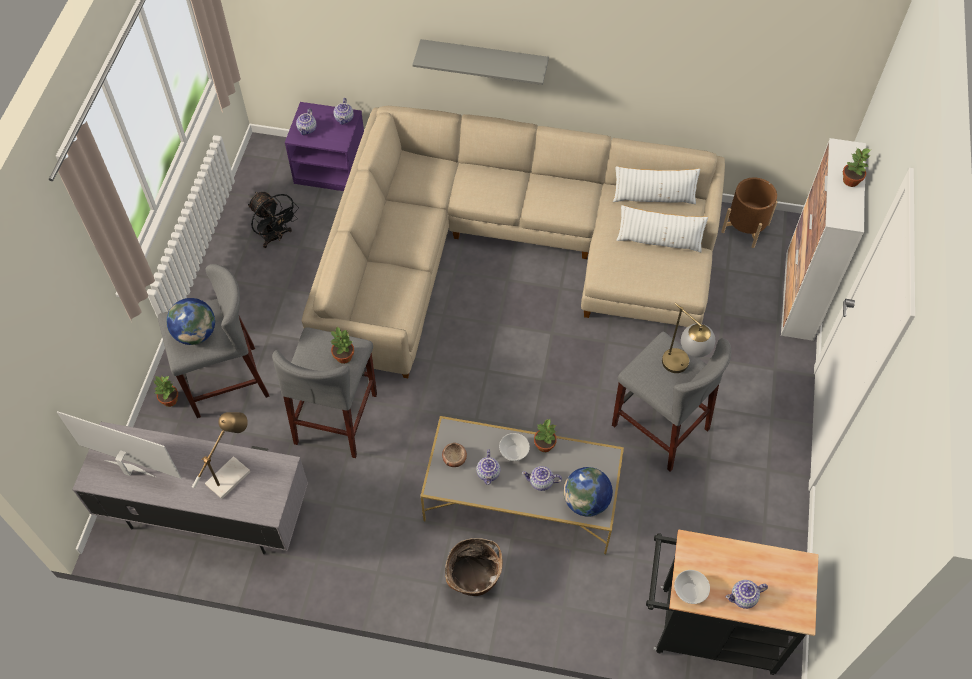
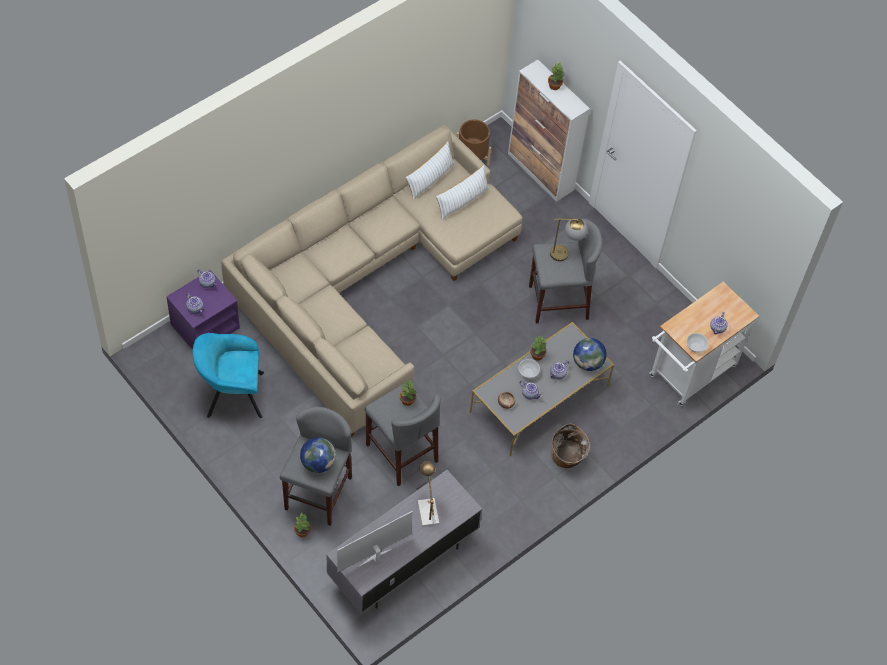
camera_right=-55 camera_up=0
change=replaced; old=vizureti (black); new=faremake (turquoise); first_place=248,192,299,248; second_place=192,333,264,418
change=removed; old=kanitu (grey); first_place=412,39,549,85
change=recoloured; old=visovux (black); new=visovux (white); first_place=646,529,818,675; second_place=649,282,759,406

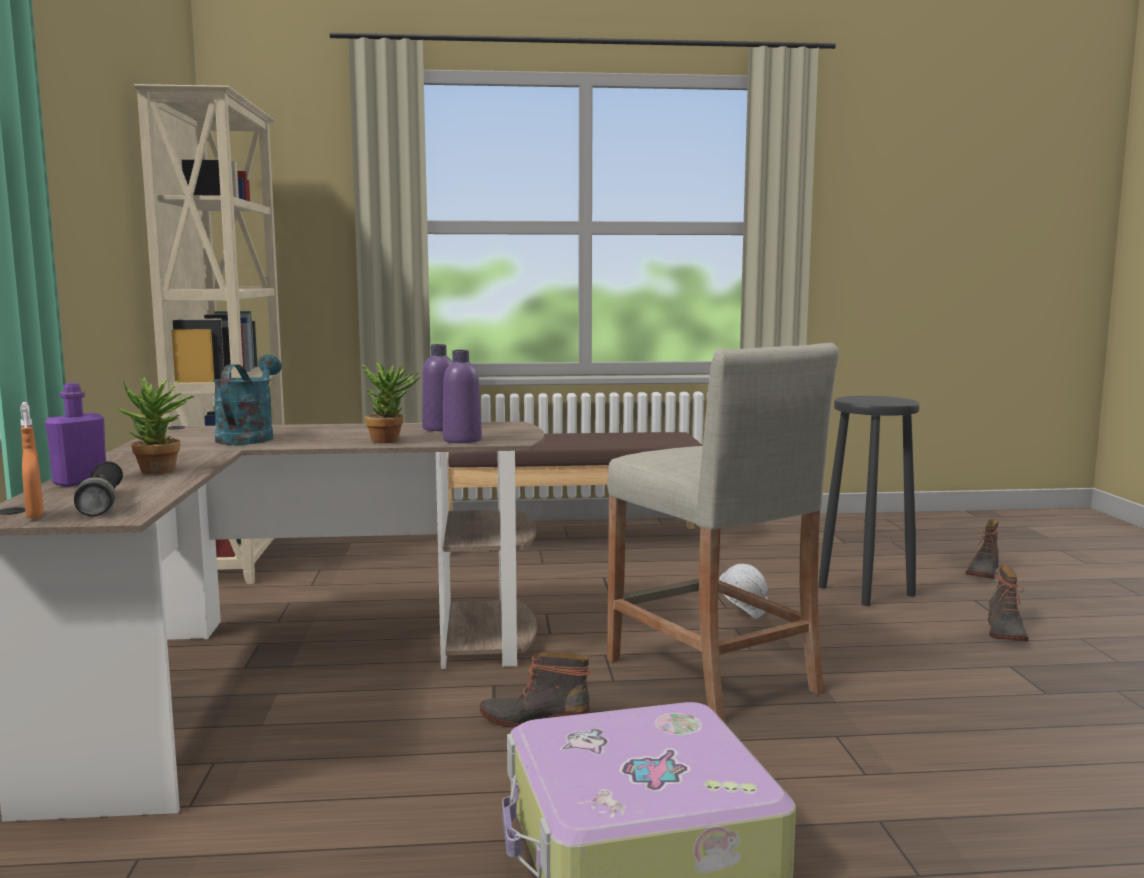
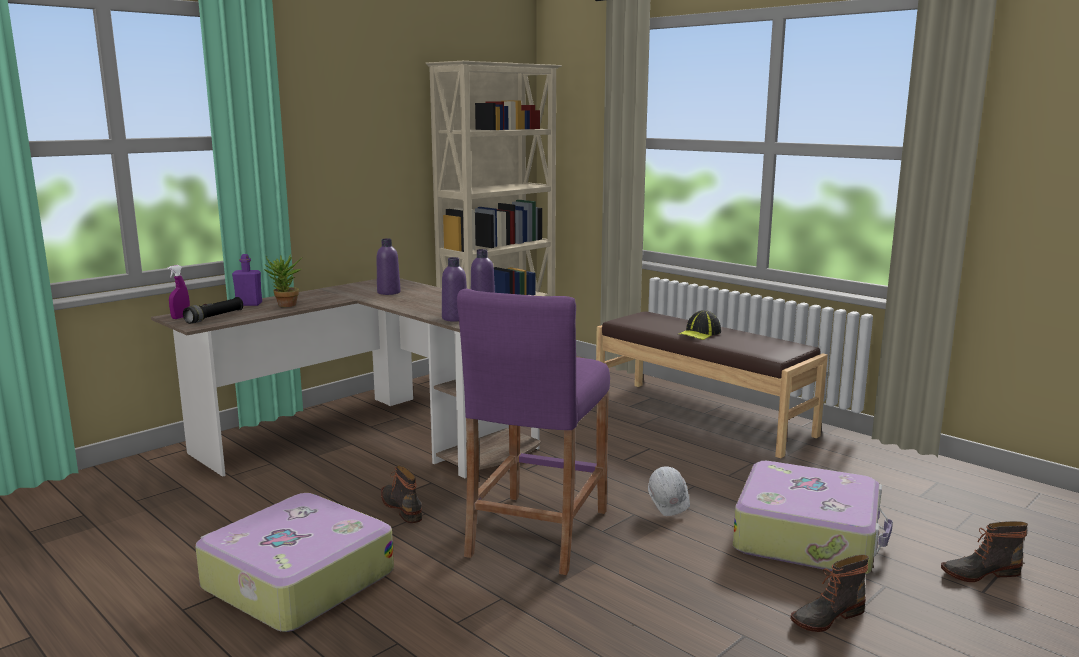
camera_right=50 camera_up=5
change=recoloured; old=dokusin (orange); new=dokusin (purple); first_place=20,402,43,518; second_place=168,265,190,319
change=replaced; old=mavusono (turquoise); new=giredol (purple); first_place=213,355,281,445; second_place=377,239,401,295
change=removed; old=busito; first_place=360,363,420,443
change=recoloured; old=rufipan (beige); new=rufipan (purple); first_place=607,343,839,723; second_place=457,288,610,575
change=replaced; old=rufipan (black); new=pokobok; first_place=818,396,920,606; second_place=733,461,893,575
change=added; new=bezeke; second_place=677,310,721,340

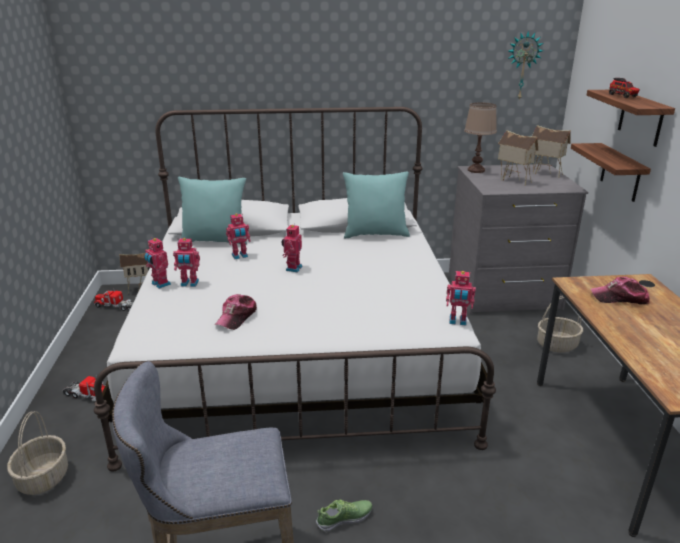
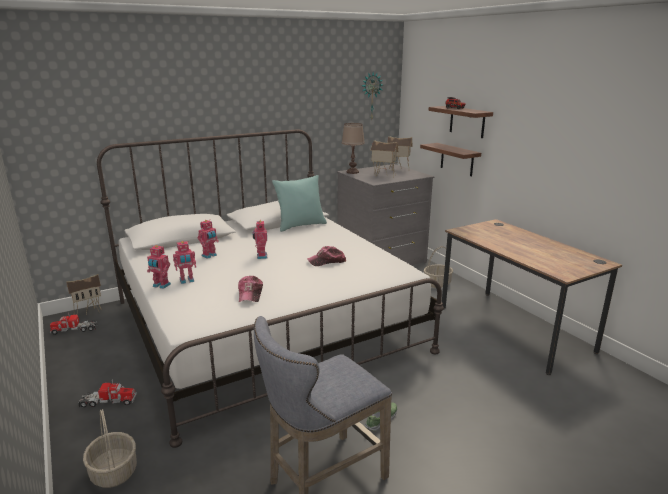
camera_right=-25 camera_up=-5
change=removed; old=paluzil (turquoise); first_place=178,177,247,245
change=removed; old=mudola; first_place=446,271,476,325
change=moved; old=bezeke; first_place=591,277,650,305; second_place=307,246,346,266

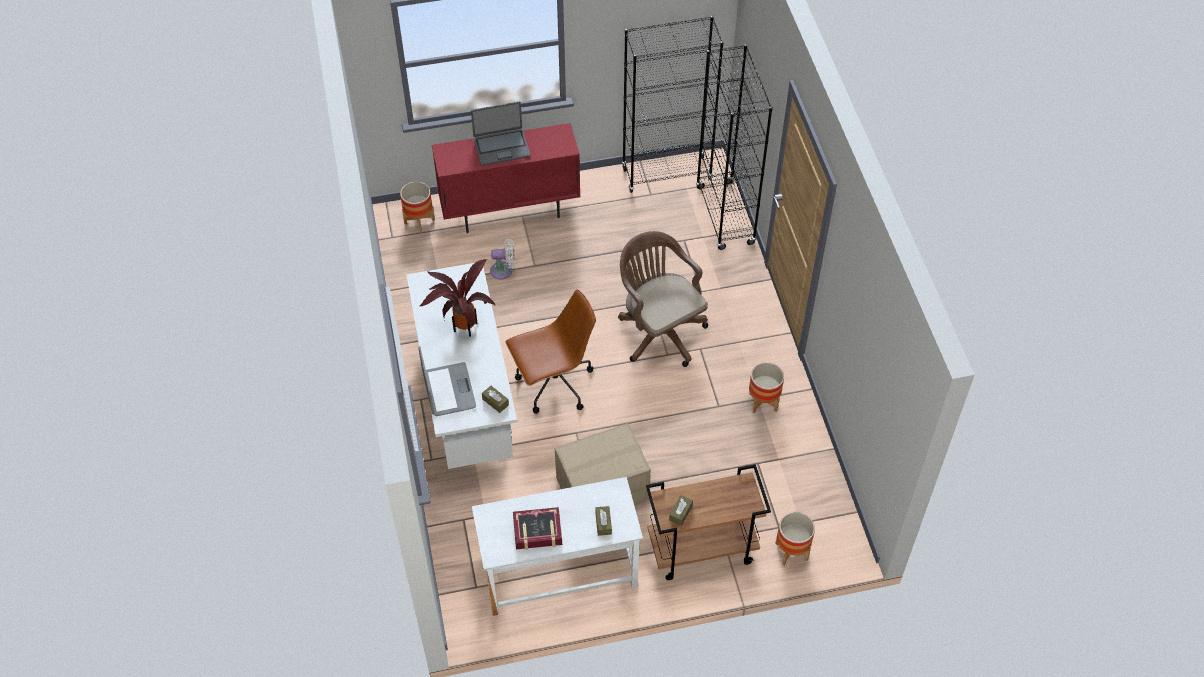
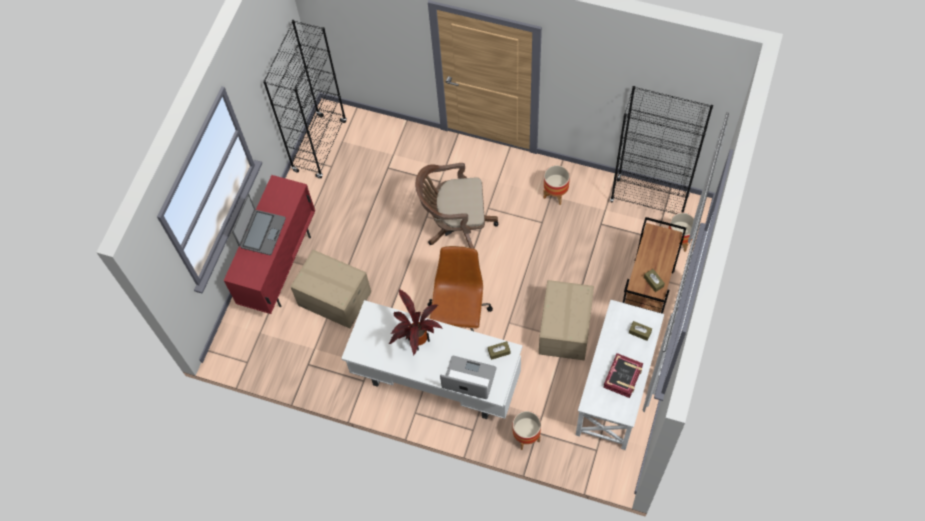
camera_right=-55 camera_up=10
change=moved; old=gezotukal; first_place=400,182,435,233; second_place=513,411,541,450
change=replaced; old=vizureti (white); new=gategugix; first_place=490,239,515,279; second_place=290,250,371,328
change=moved; old=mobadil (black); first_place=696,44,773,250; second_place=610,86,713,214

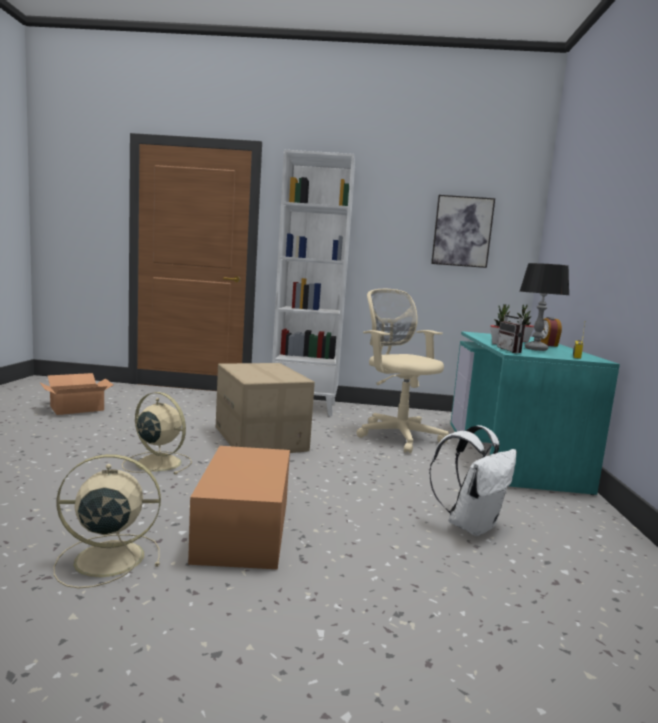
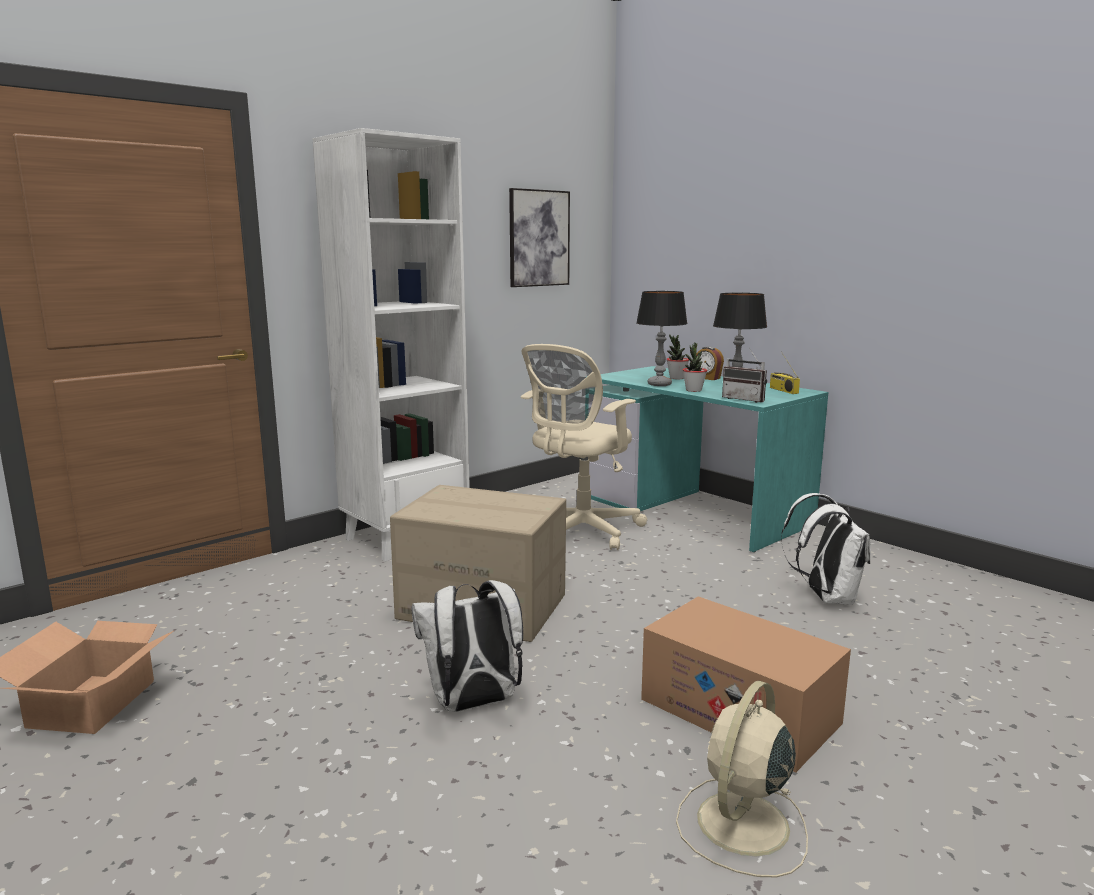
camera_right=-45 camera_up=5
change=replaced; old=vizureti (beige); new=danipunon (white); first_place=122,392,192,475; second_place=411,580,523,712
change=turned; old=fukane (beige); first_place=356,289,449,454; second_place=521,344,647,550; degrees=-60
change=added; new=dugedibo; second_place=636,291,688,386

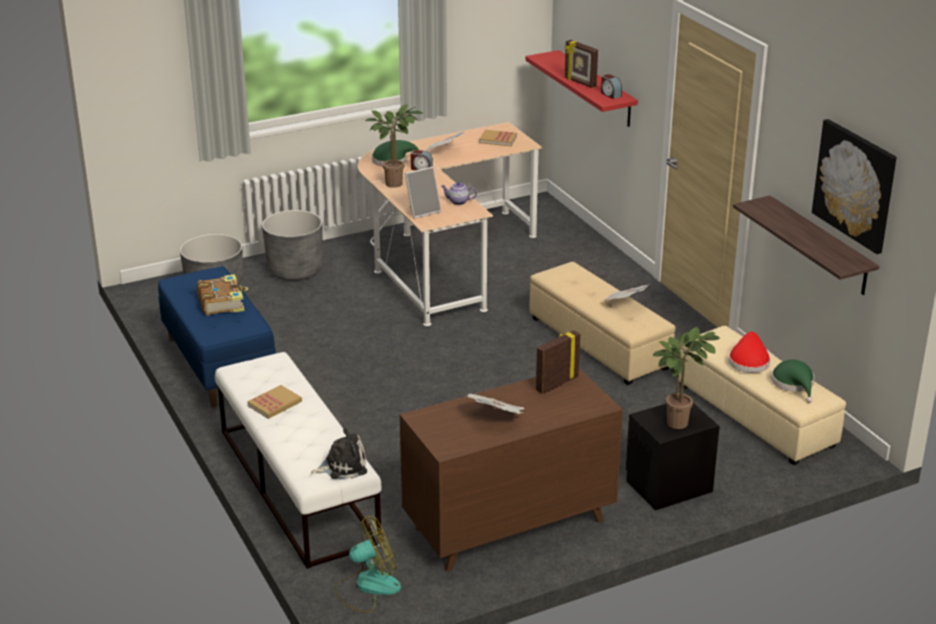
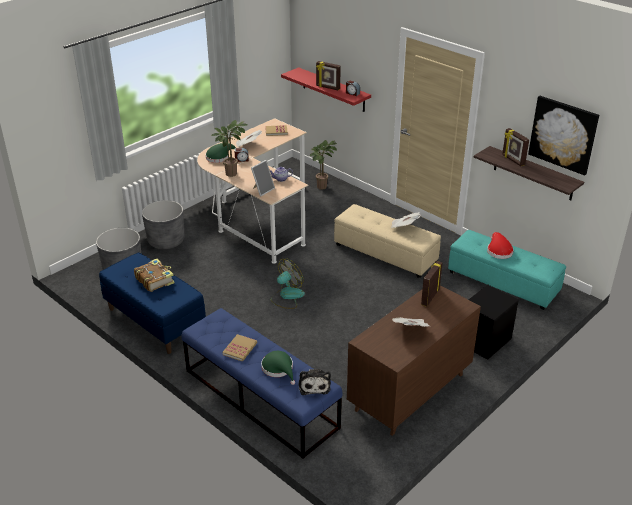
camera_right=-20 camera_up=5
change=recoloured; old=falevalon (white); new=falevalon (blue); first_place=215,352,382,569; second_place=182,308,343,459
change=turned; old=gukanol; first_place=311,428,367,479; second_place=299,369,331,395; degrees=120
change=moved; old=vizureti; first_place=334,516,401,613; second_place=271,258,305,309
change=moved; old=busito; first_place=652,327,720,429; second_place=310,140,337,190
change=recoloured; old=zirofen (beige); new=zirofen (turquoise); first_place=679,326,846,465; second_place=448,230,566,310
change=moved; old=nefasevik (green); first_place=771,360,814,403; second_place=261,351,295,385
change=added; new=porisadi; second_place=502,128,529,166

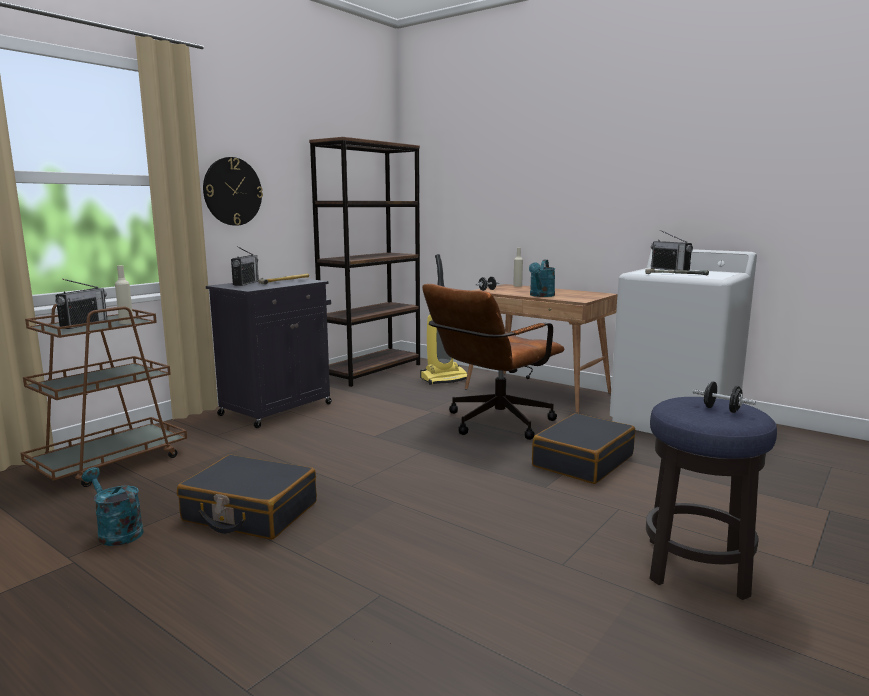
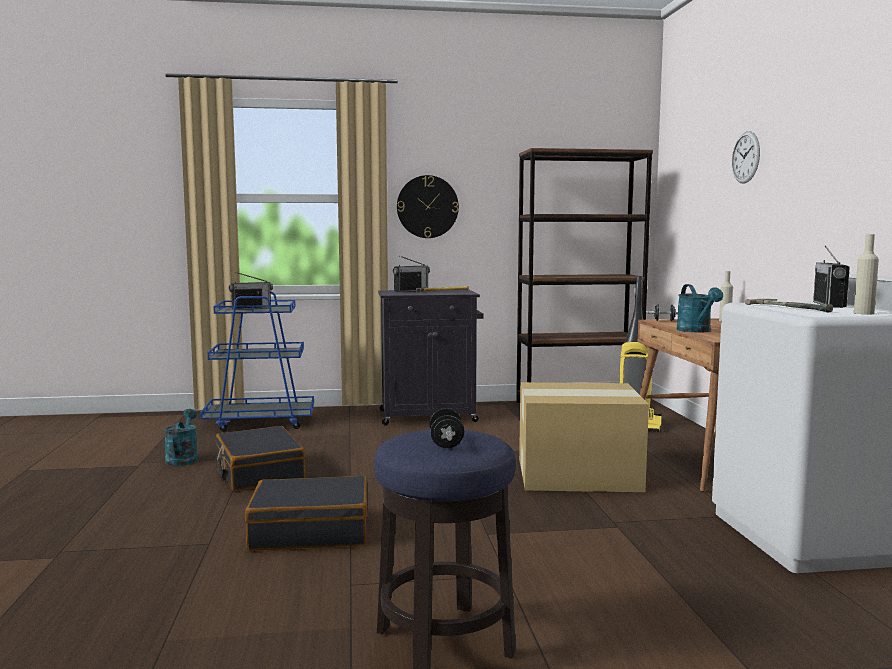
camera_right=45 camera_up=-5
change=recoloured; old=visovux (brown); new=visovux (blue); first_place=21,304,187,487; second_place=200,291,314,432
change=moved; old=giredol (beige); first_place=115,265,133,324; second_place=854,234,879,314
change=replaced; old=fukane (brown); new=gategugix; first_place=422,284,564,440; second_place=519,382,649,492
change=turned; old=mavusono (turquoise); first_place=529,260,555,297; second_place=677,284,723,333; degrees=-75
change=moved; old=pokobok (black); first_place=532,413,635,484; second_place=245,476,368,550
change=added; new=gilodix; second_place=732,131,760,184

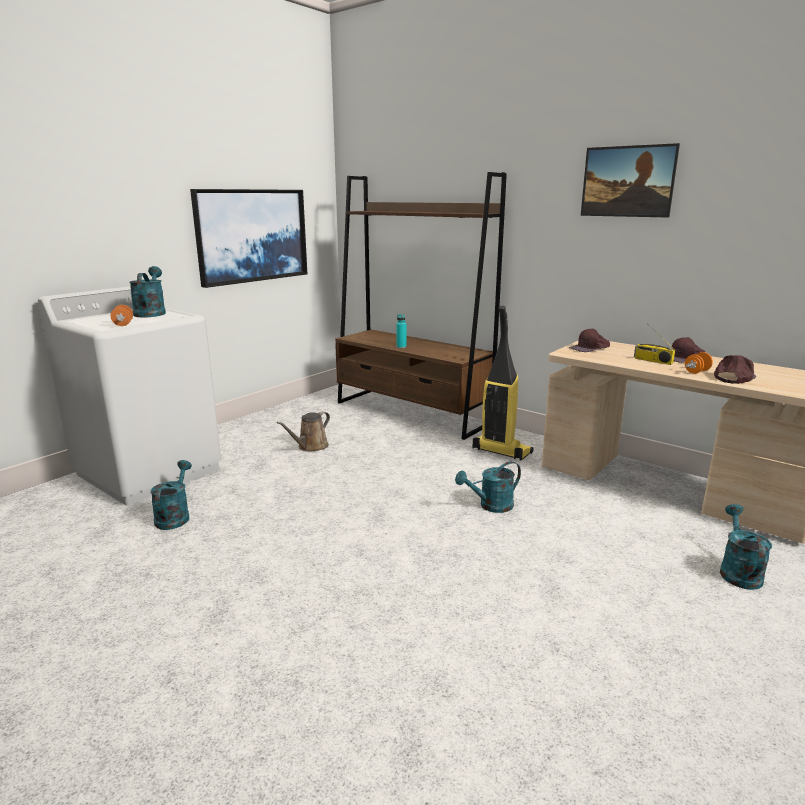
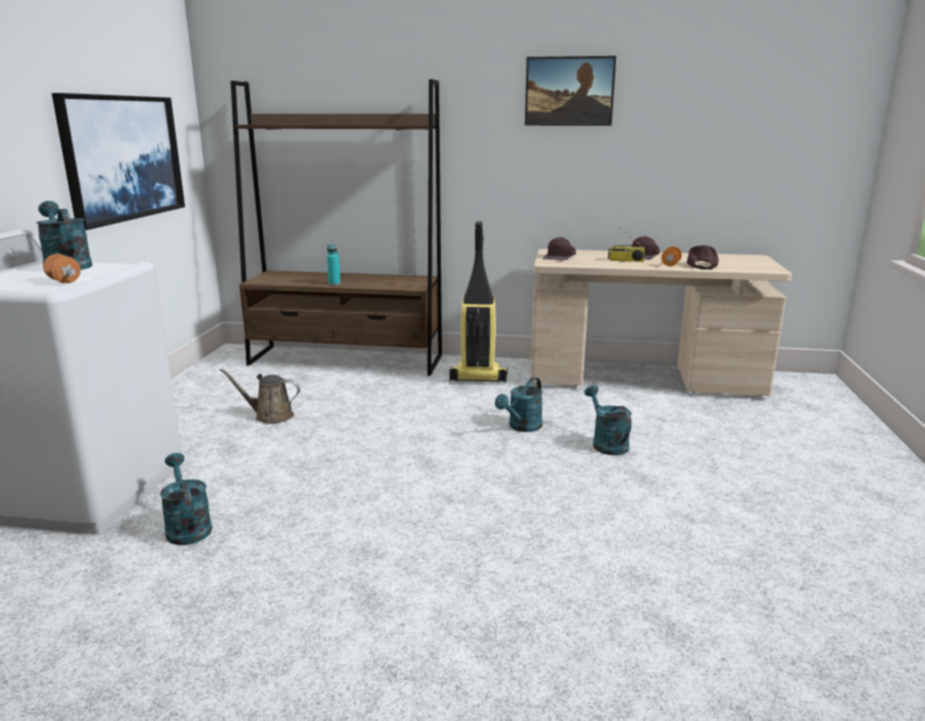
camera_right=-30 camera_up=0
change=turned; old=mavusono (brown); first_place=277,411,330,452; second_place=220,368,301,424; degrees=90
change=moved; old=mavusono (turquoise); first_place=720,504,772,590; second_place=584,385,632,455

